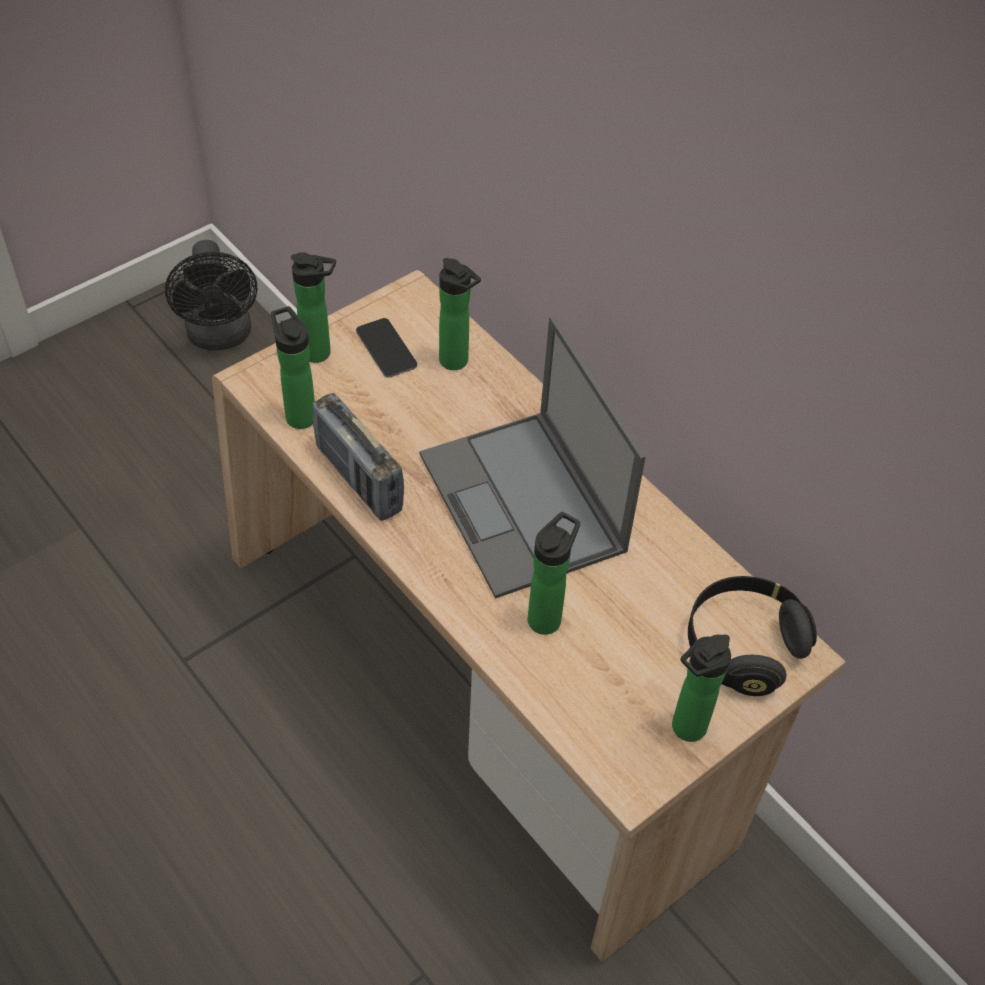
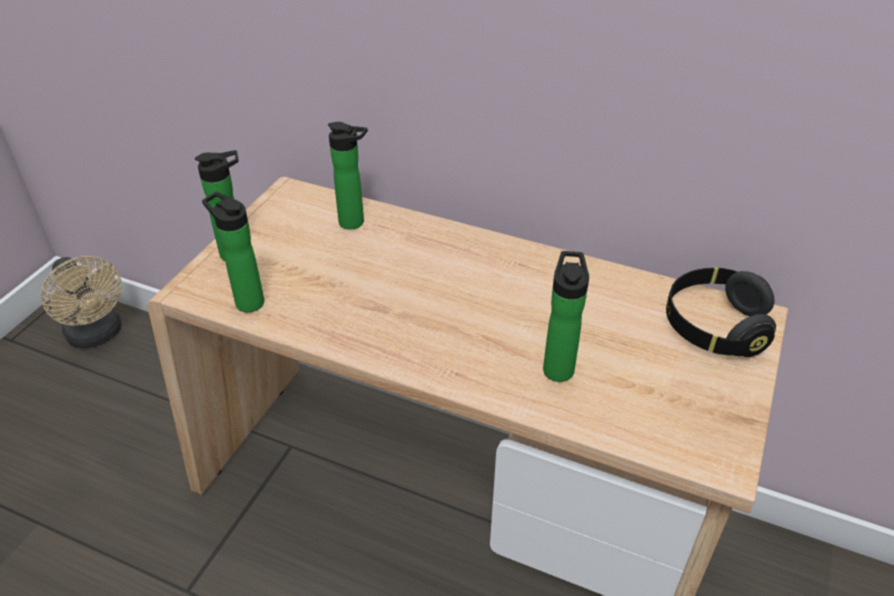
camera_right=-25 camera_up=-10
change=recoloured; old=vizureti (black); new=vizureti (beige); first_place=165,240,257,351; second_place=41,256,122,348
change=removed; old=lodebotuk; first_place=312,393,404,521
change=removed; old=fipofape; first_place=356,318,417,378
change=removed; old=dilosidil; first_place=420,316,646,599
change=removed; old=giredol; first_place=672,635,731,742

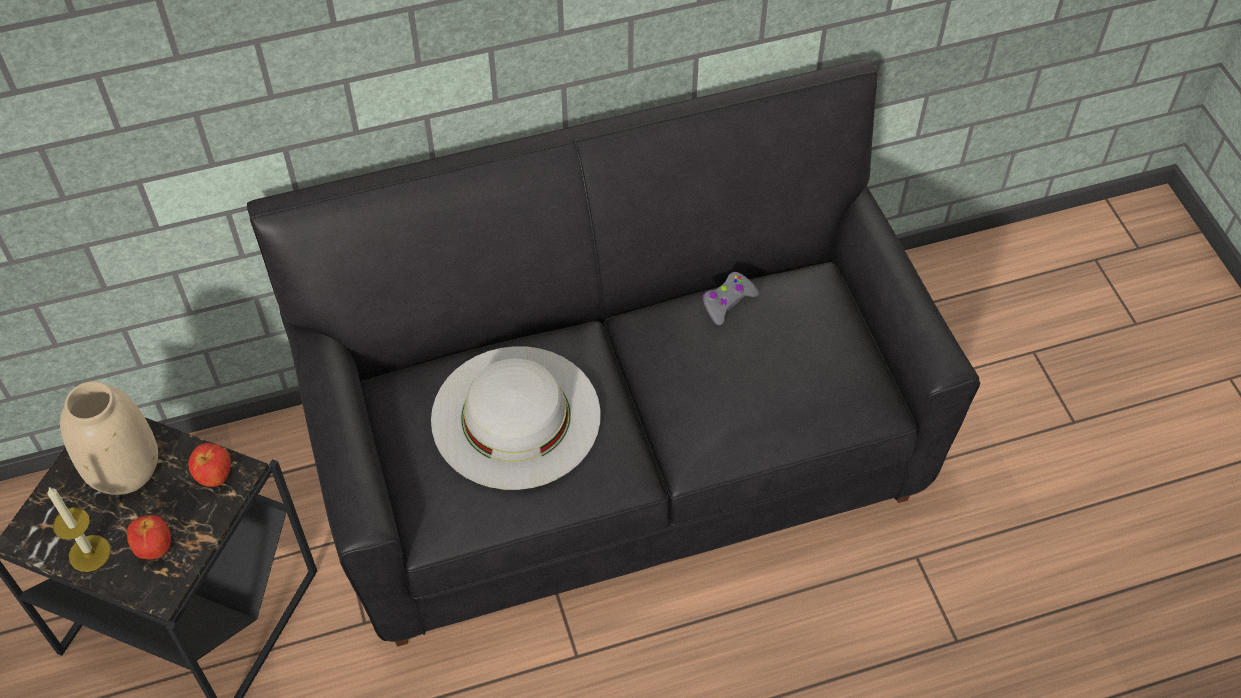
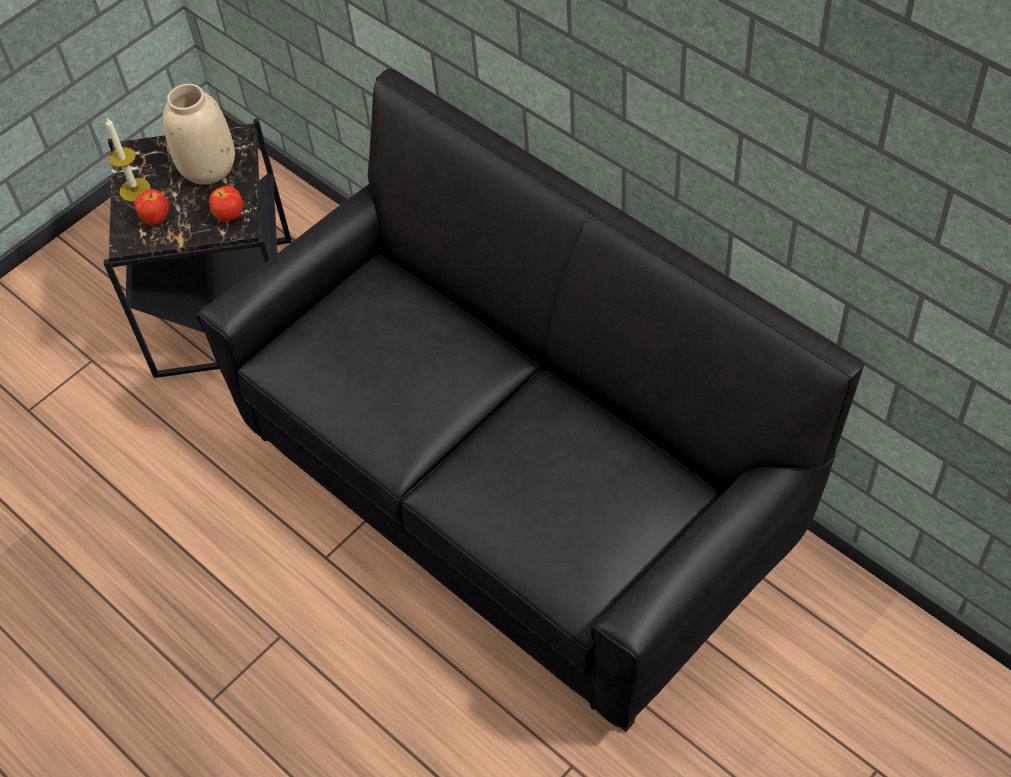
camera_right=65 camera_up=0
change=removed; old=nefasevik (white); first_place=431,346,601,490
change=removed; old=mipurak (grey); first_place=702,272,759,325

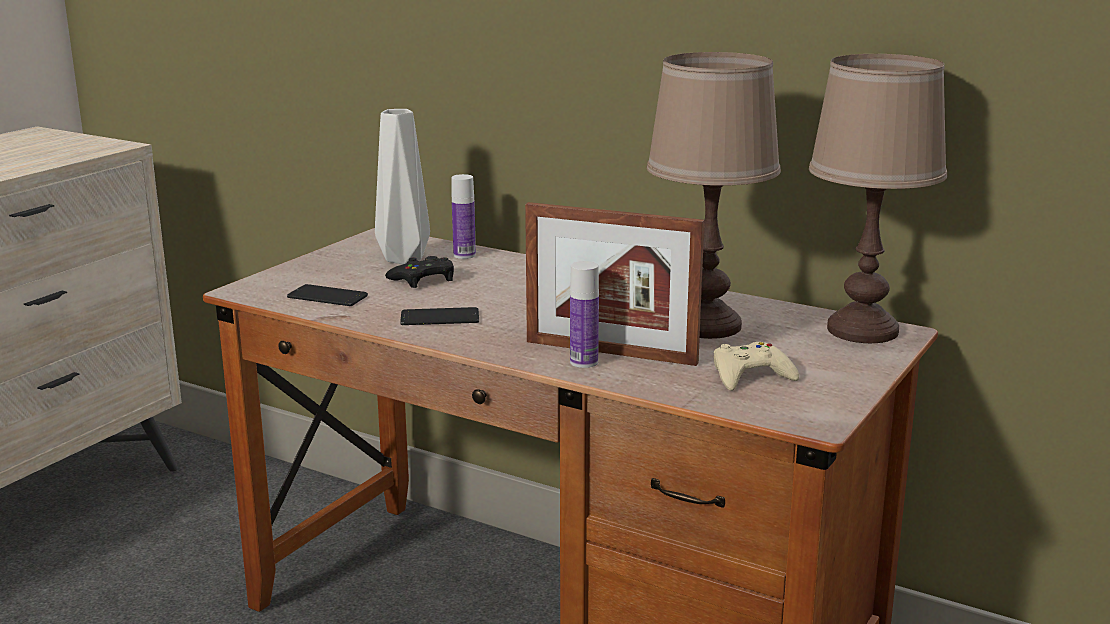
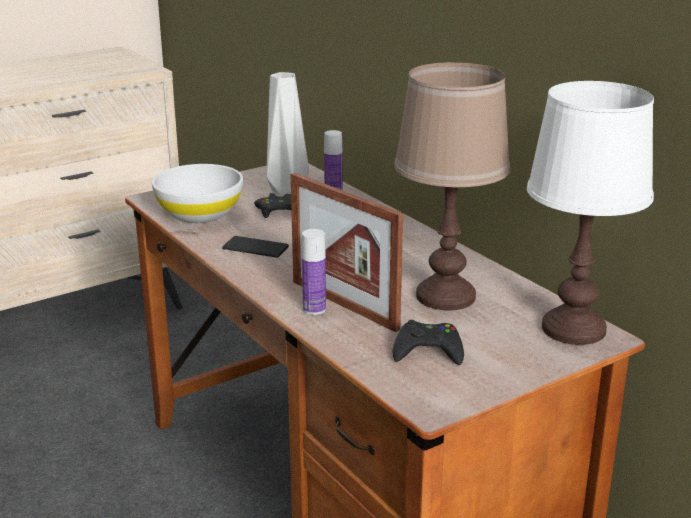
camera_right=25 camera_up=5
change=replaced; old=fipofape; new=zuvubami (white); first_place=287,284,368,306; second_place=152,164,243,223
change=recoloured; old=mipurak (beige); new=mipurak (black); first_place=714,342,799,391; second_place=393,320,464,365
change=recoloured; old=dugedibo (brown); new=dugedibo (white); first_place=809,54,947,343; second_place=527,81,654,345

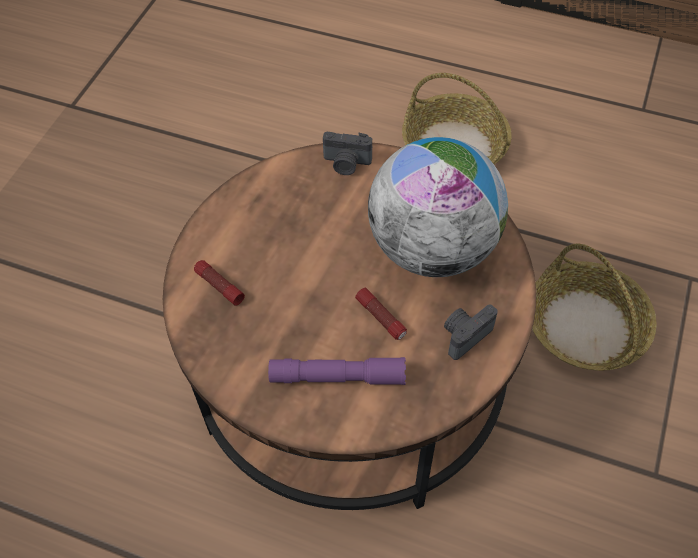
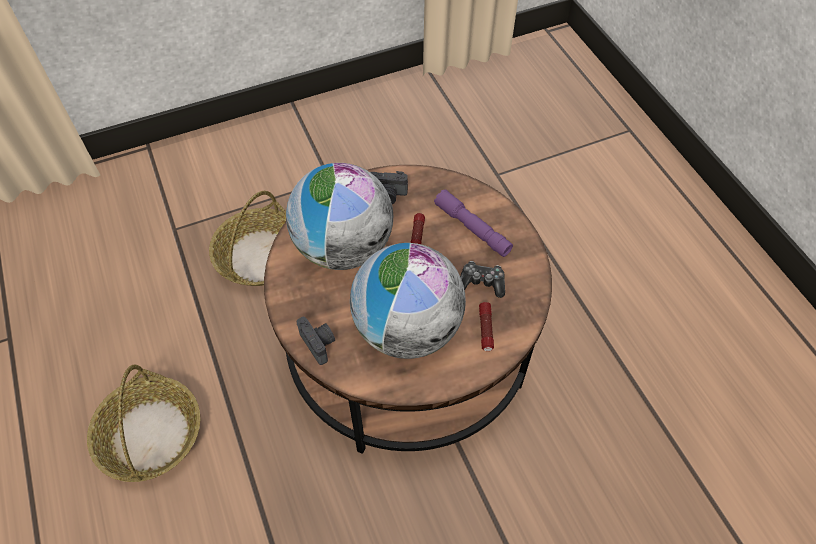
camera_right=-135 camera_up=0
change=added; new=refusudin; second_place=350,243,466,359
change=added; new=mipurak; second_place=460,261,505,298

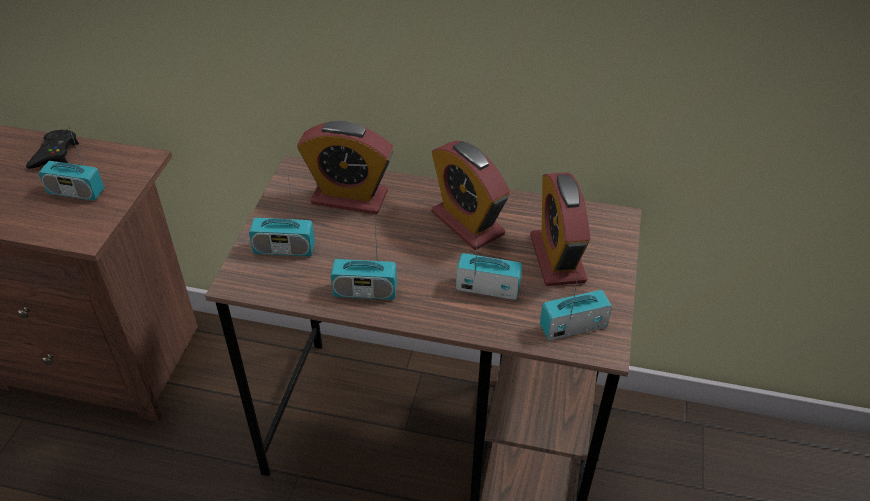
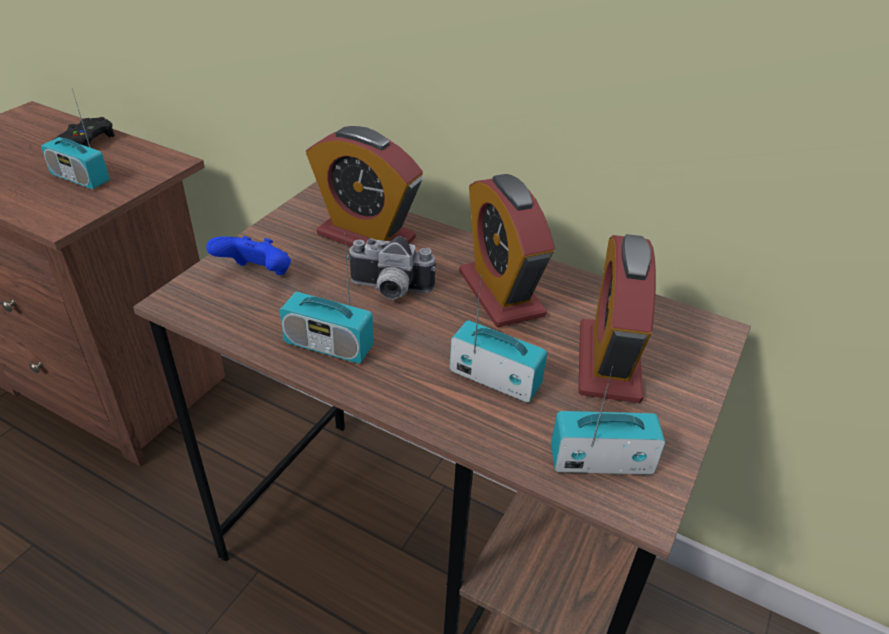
camera_right=15 camera_up=-5
change=replaced; old=lodebotuk; new=mipurak (blue); first_place=249,178,315,257; second_place=206,236,291,275
change=added; new=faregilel; second_place=347,237,436,299

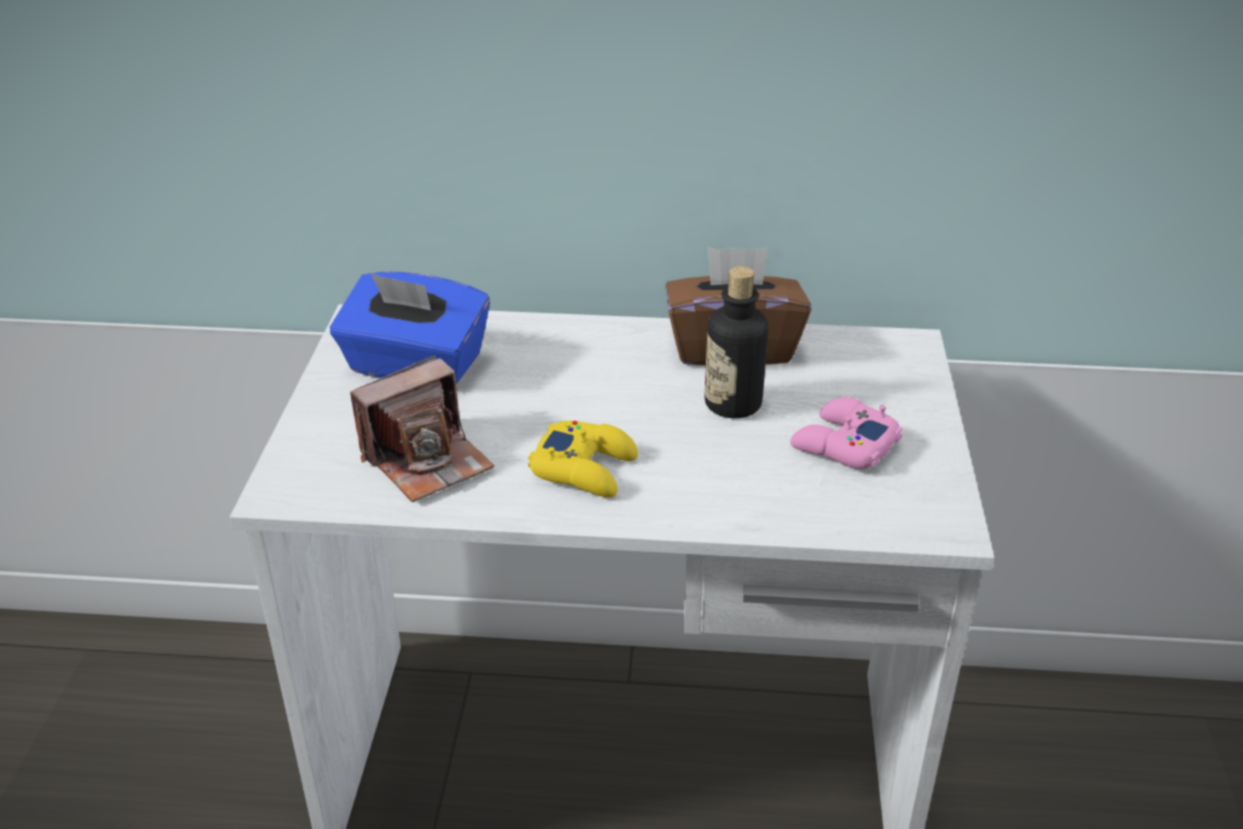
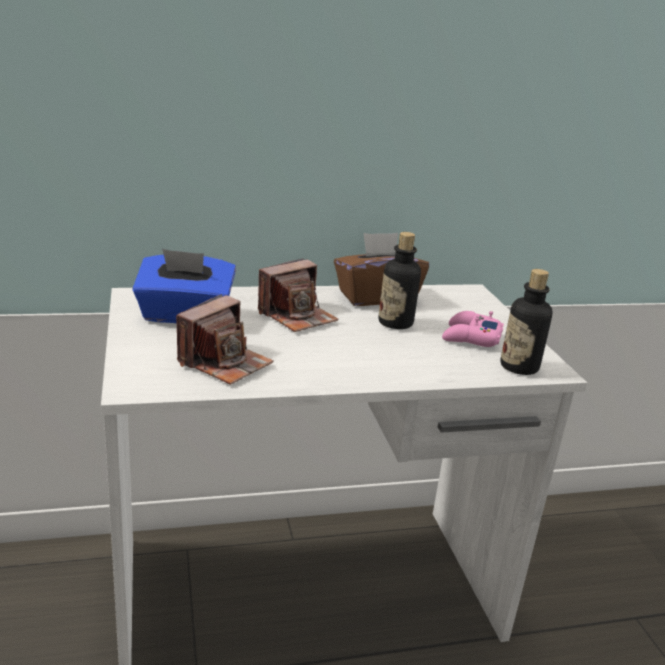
camera_right=-20 camera_up=-10
change=removed; old=mipurak (yellow); first_place=528,421,638,497
change=added; new=faregilel; second_place=258,258,339,332
change=added; new=giredol; second_place=500,269,552,375

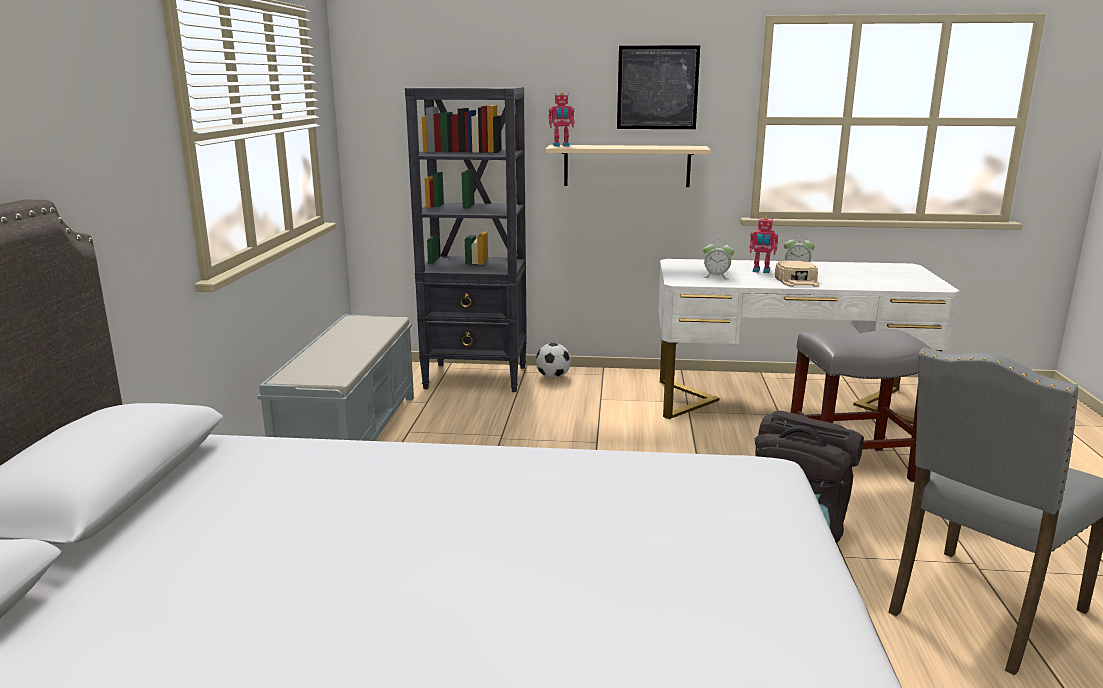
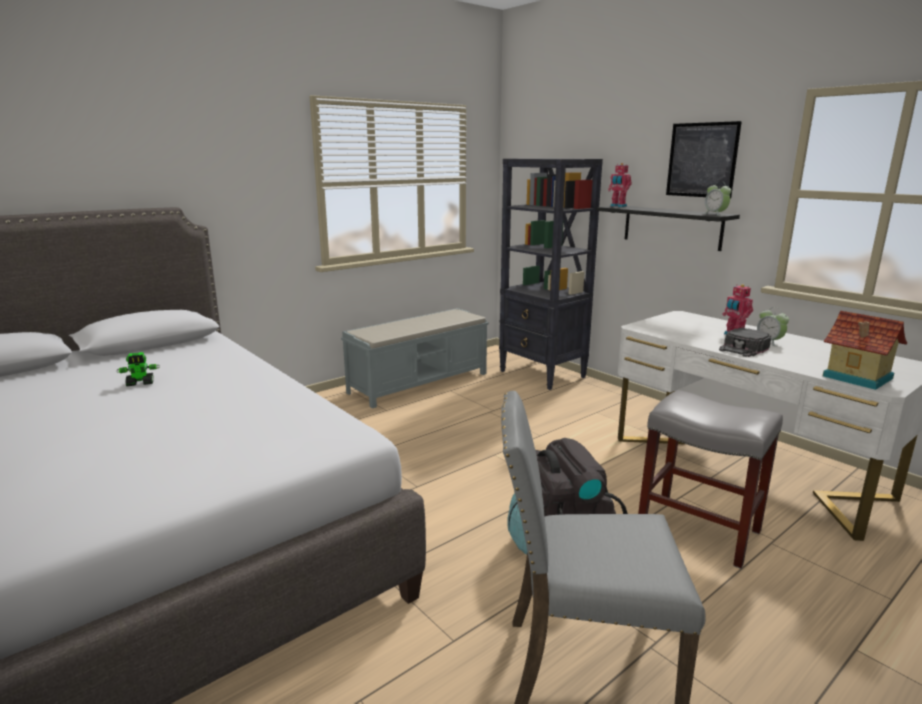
camera_right=45 camera_up=0
change=removed; old=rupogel; first_place=536,343,571,378
change=recoloured; old=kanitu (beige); new=kanitu (black); first_place=545,145,711,187; second_place=596,206,740,251
change=moved; old=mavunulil; first_place=703,244,734,279; second_place=704,181,731,216
change=recoloured; old=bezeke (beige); new=bezeke (black); first_place=775,261,820,287; second_place=719,328,771,357
change=added; new=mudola; second_place=116,352,160,386
change=added; new=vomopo; second_place=823,311,907,390

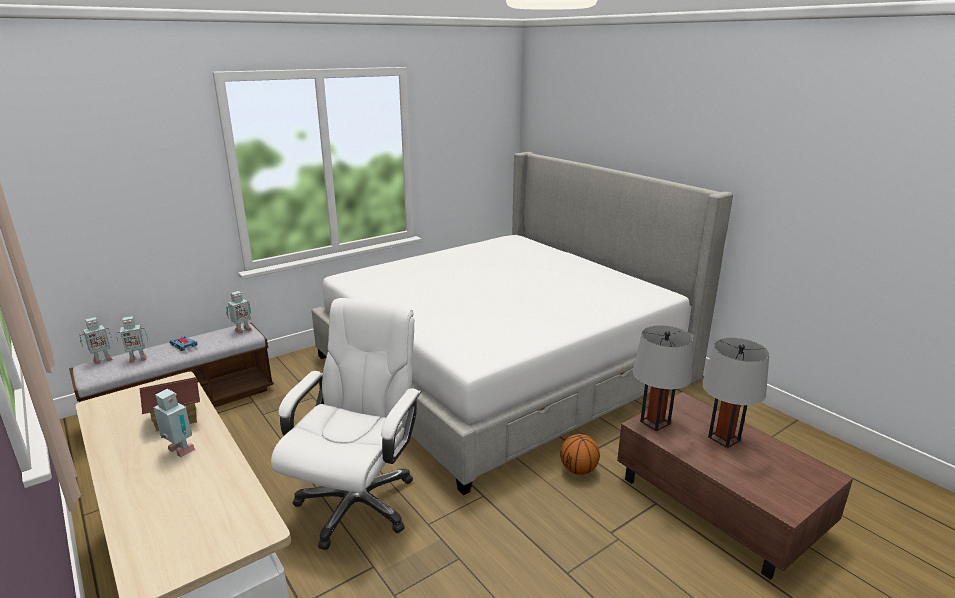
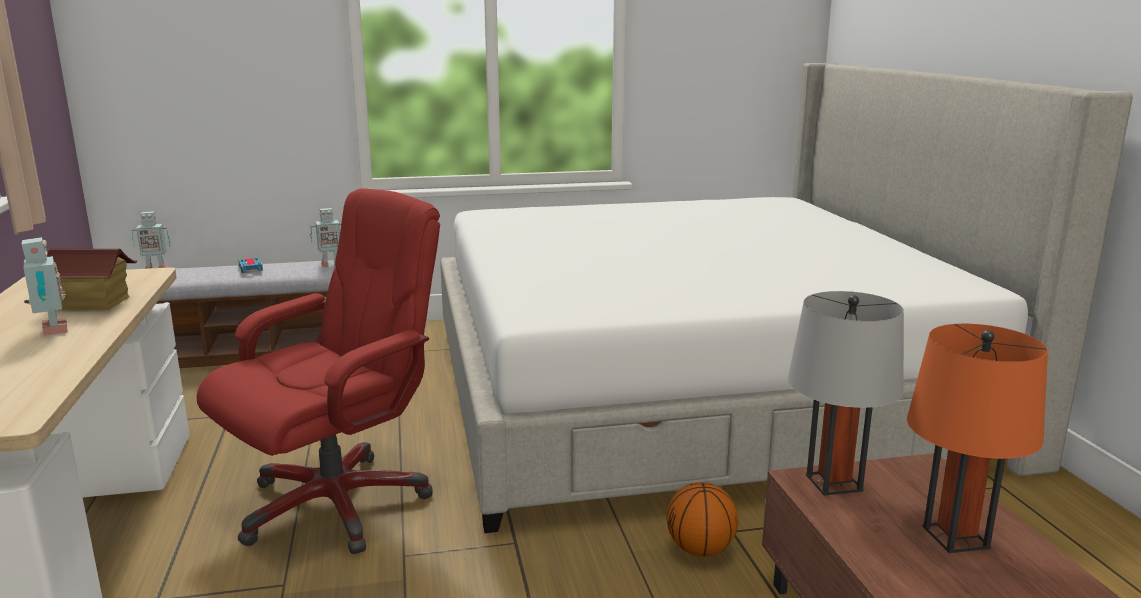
camera_right=25 camera_up=-5
change=removed; old=mudola; first_place=116,316,148,363
change=recoloured; old=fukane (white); new=fukane (red); first_place=271,298,422,550; second_place=196,188,440,554
change=recoloured; old=dugedibo (grey); new=dugedibo (orange); first_place=702,338,769,448; second_place=907,324,1048,553

